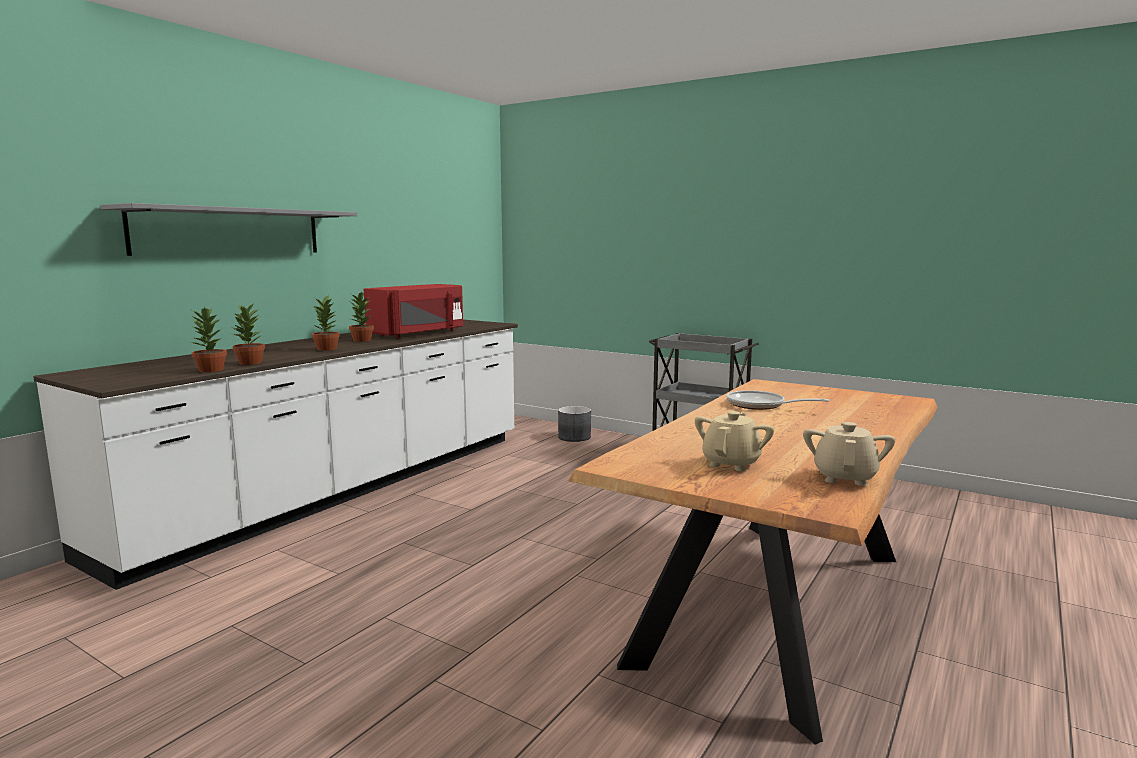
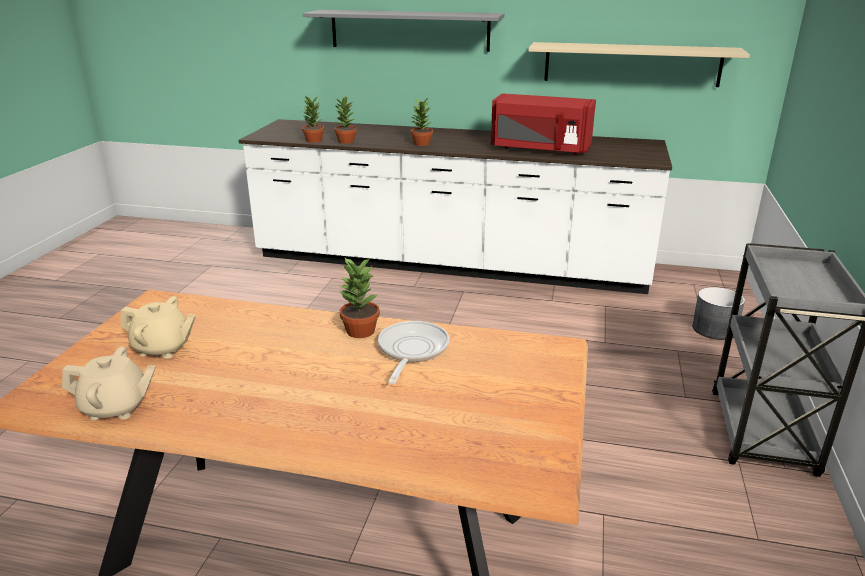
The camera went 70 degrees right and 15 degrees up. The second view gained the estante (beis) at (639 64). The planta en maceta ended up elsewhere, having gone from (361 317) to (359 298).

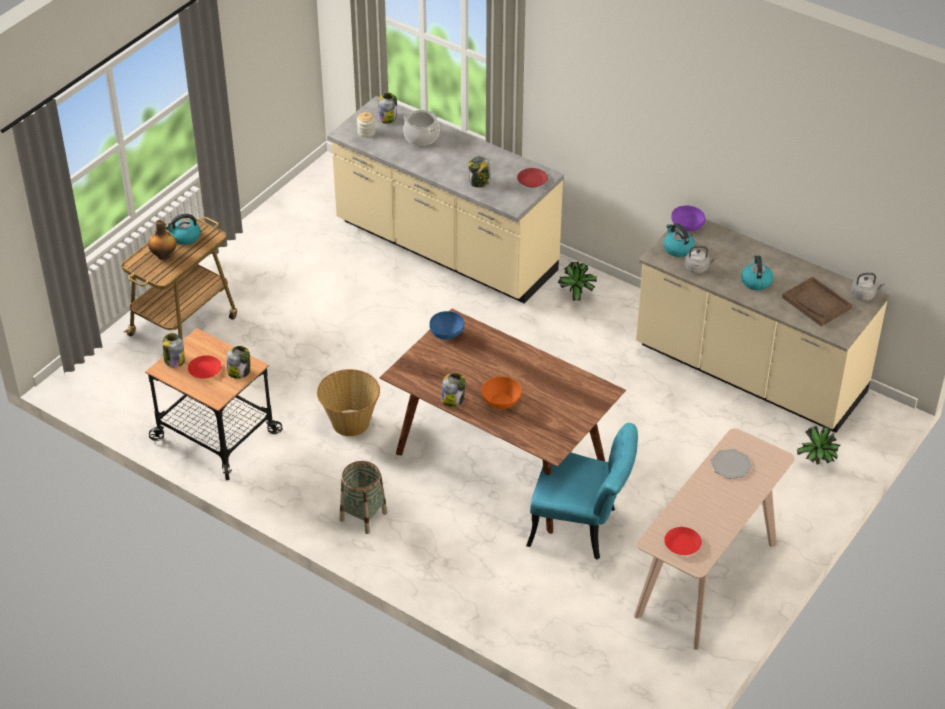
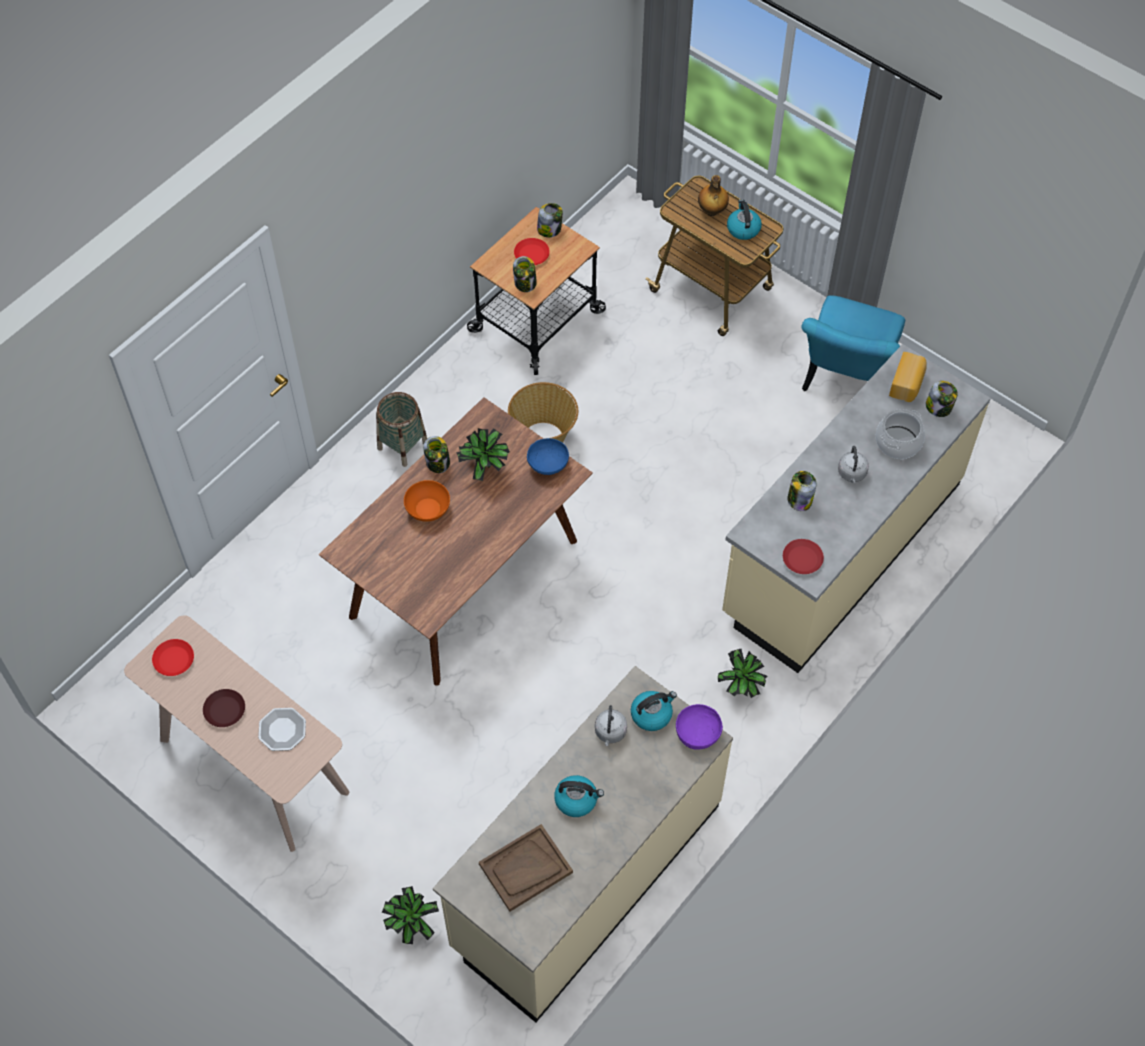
The camera went 95 degrees right and 15 degrees up. The second view gained the plato (marrón) at (224 708). The second view gained the planta en maceta at (483 454). The silla (turquesa) ended up elsewhere, having gone from (582 491) to (853 343). The hervidor (gris) ended up elsewhere, having gone from (868 287) to (853 464). Where the tarro stood at (366 125), the pan came to stand at (908 377).

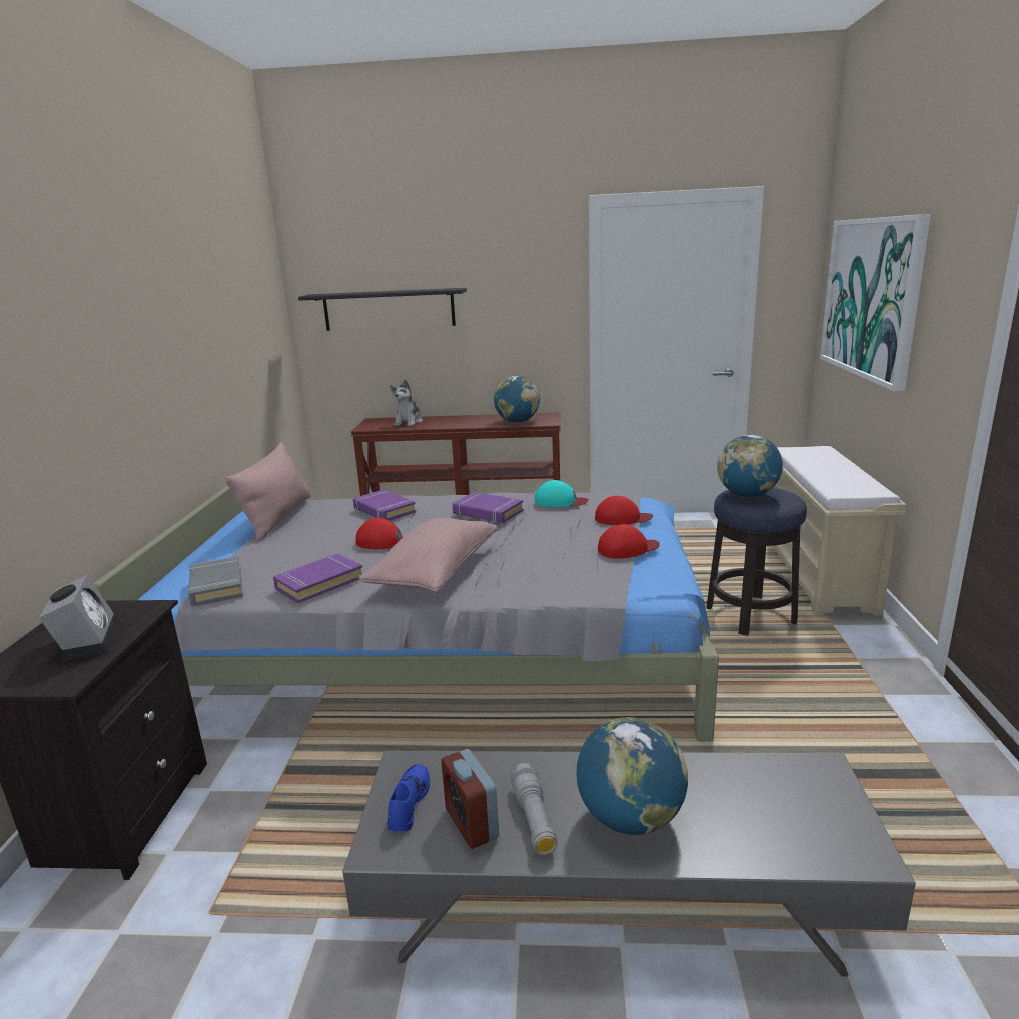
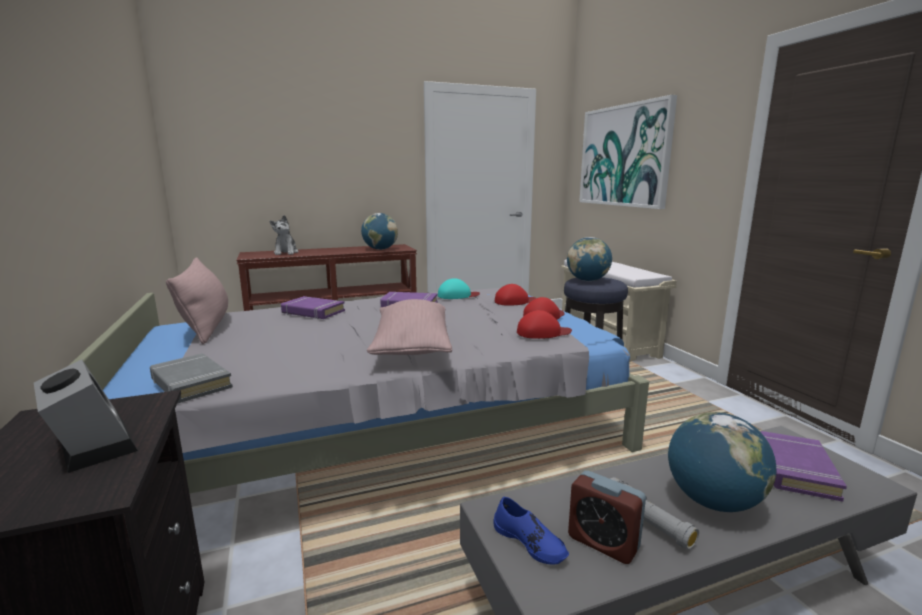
The camera went 25 degrees left and 5 degrees down. The second view lost the estante (negro) at (382 309). The libro (morado) ended up elsewhere, having gone from (317 578) to (804 466). The gorra (rojo) ended up elsewhere, having gone from (379 533) to (544 324). The zapato (azul) at (408 797) ended up facing another way, 150 degrees clockwise from before.

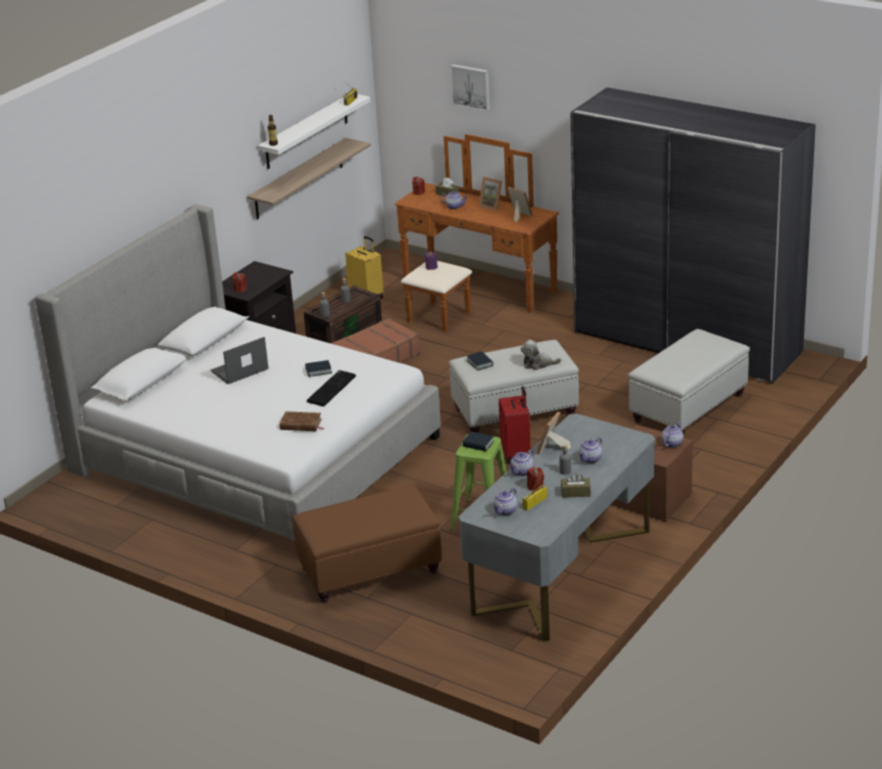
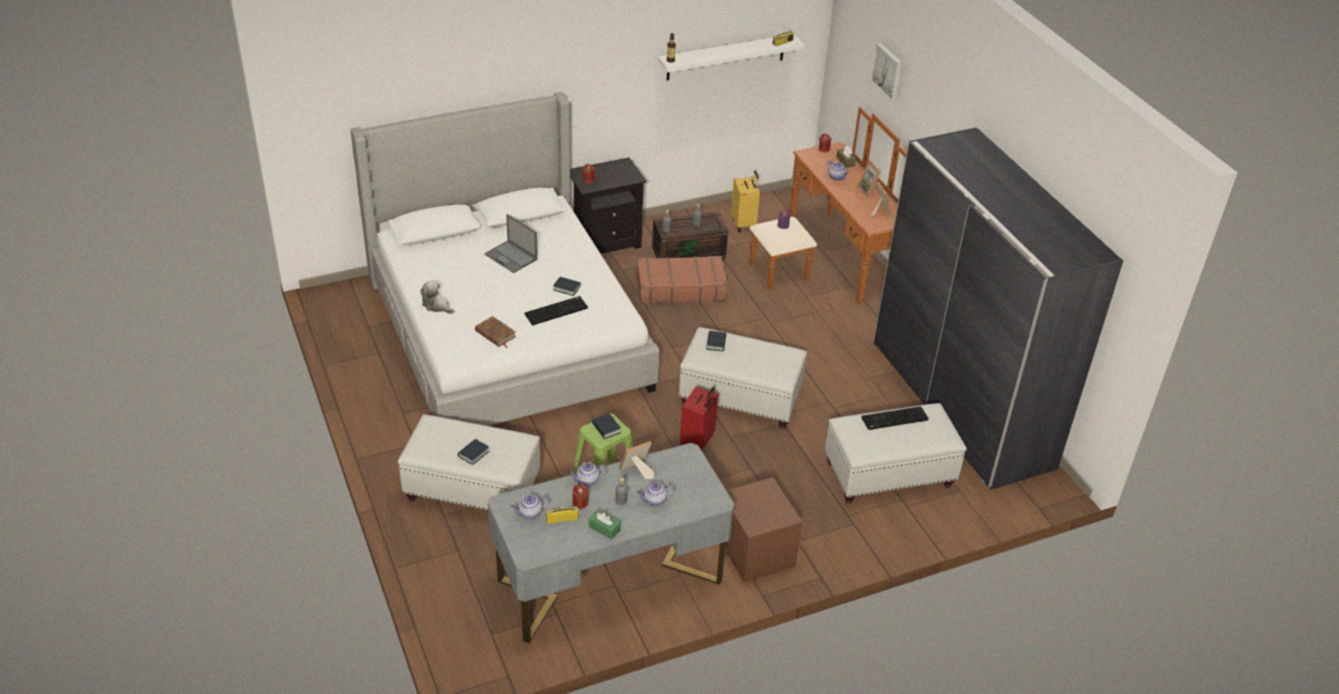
The camera went 30 degrees right and 10 degrees up. The second view lost the estante at (309 178). The second view lost the tetera at (672 435). The second view gained the libro at (474 452). The second view gained the teclado at (895 418). The peluche ended up elsewhere, having gone from (541 355) to (437 297). What was the puf (marrón) at (367 544) turned into the puf (blanco) at (469 462). What was the caja de pañuelos (marrón) at (576 485) turned into the caja de pañuelos (verde) at (605 525). The portátil at (240 360) ended up facing another way, 135 degrees counterclockwise from before.

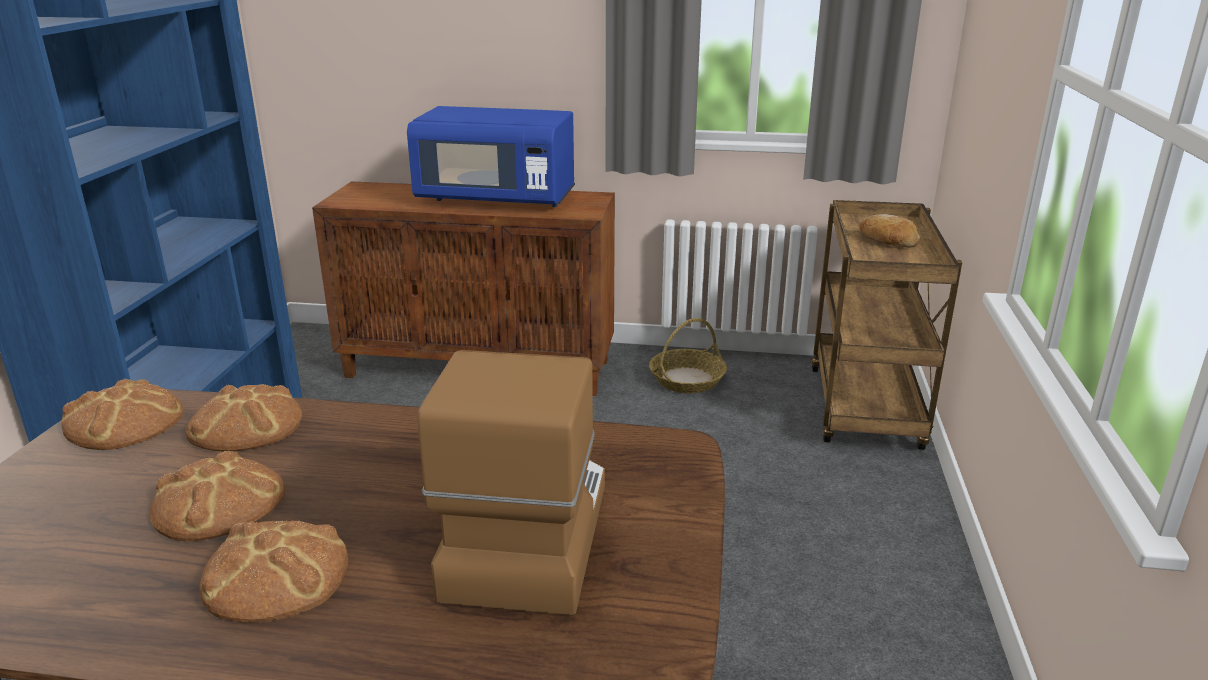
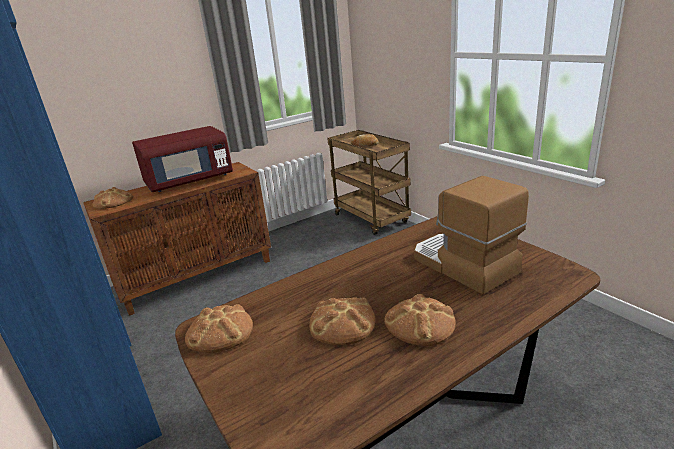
The camera went 40 degrees left and 0 degrees up. The second view lost the cesta at (688 355). The pan ended up elsewhere, having gone from (243 418) to (112 198). What was the microondas (azul) at (491 156) turned into the microondas (rojo) at (182 159).

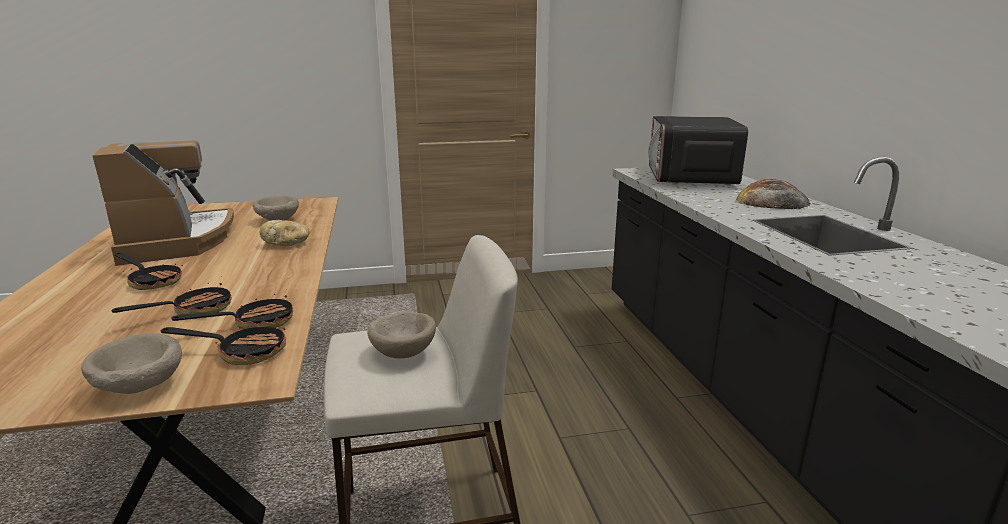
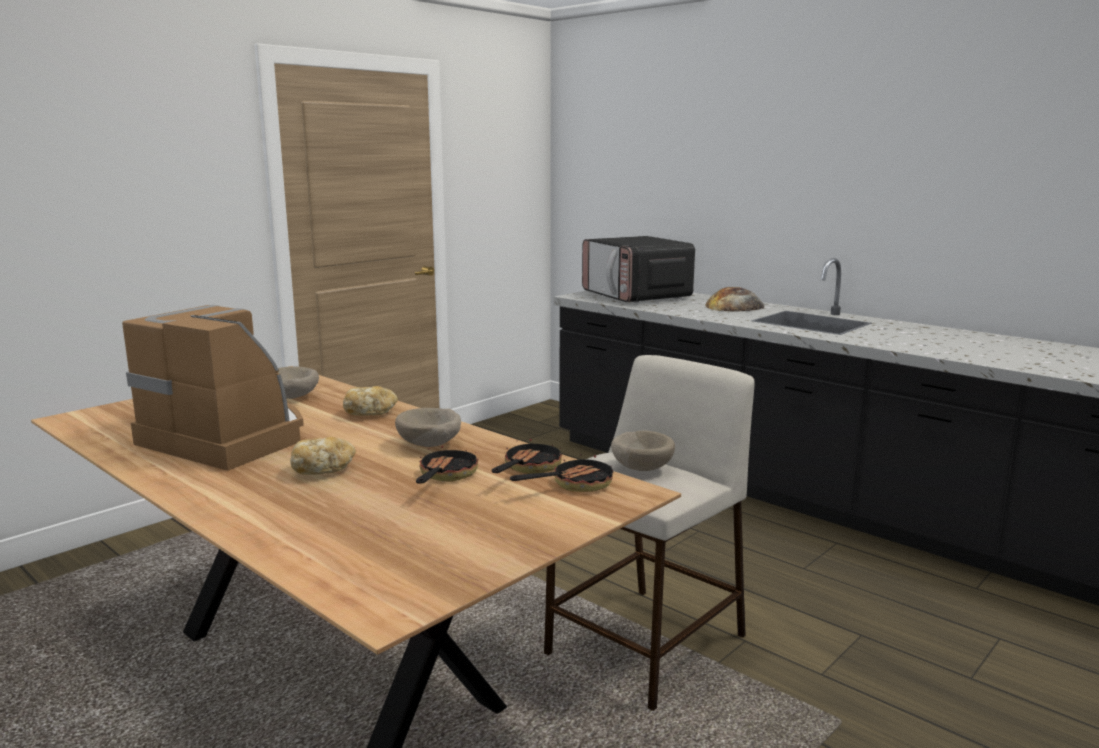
The camera went 35 degrees left and 5 degrees down. The cuenco (beis) ended up elsewhere, having gone from (131 363) to (428 427). Where the sartén stood at (149 271), the pan came to stand at (323 456).

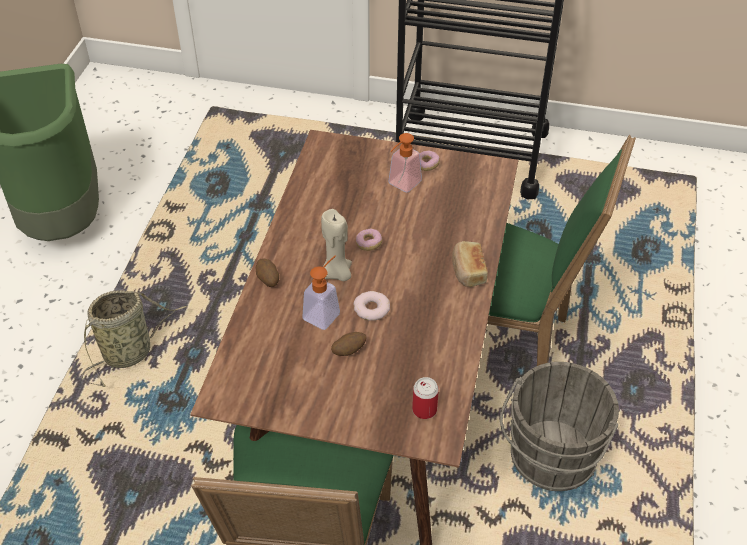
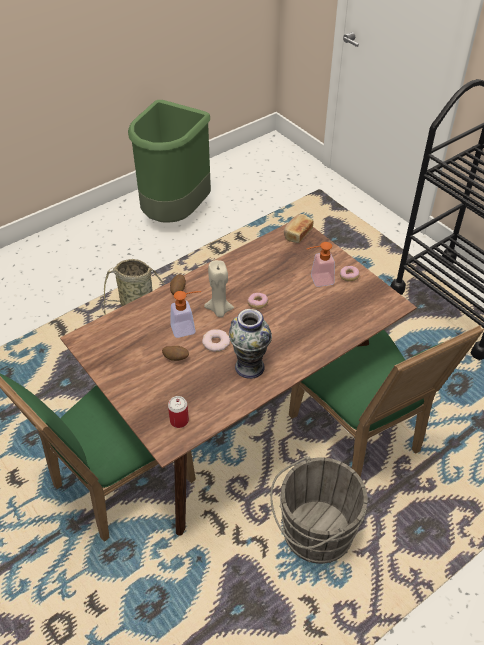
The camera went 40 degrees right and 0 degrees up. The second view gained the florero at (250 344). The pan ended up elsewhere, having gone from (470 264) to (298 228).

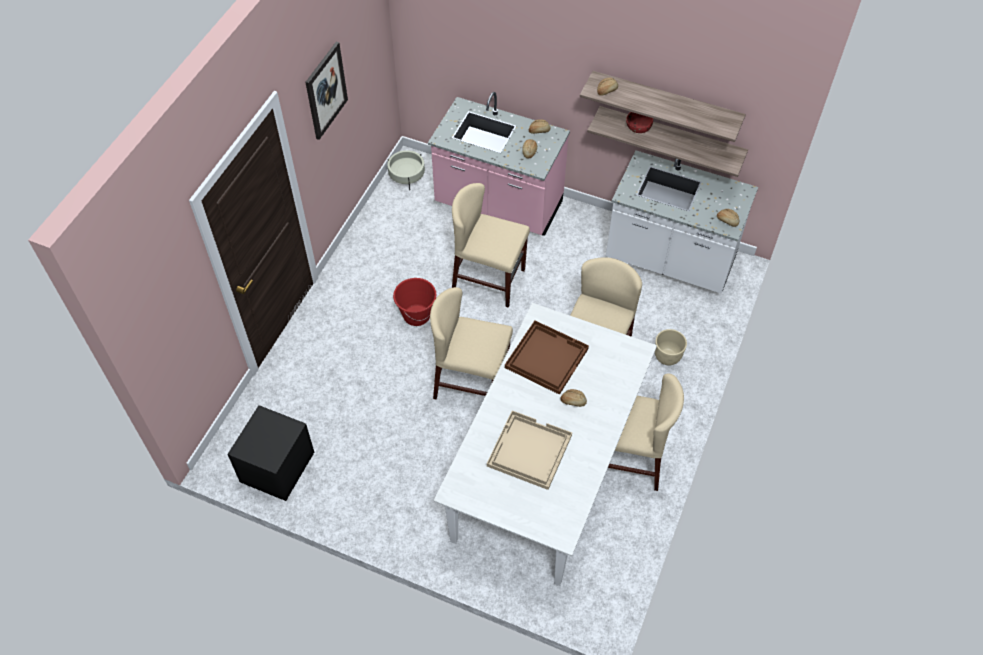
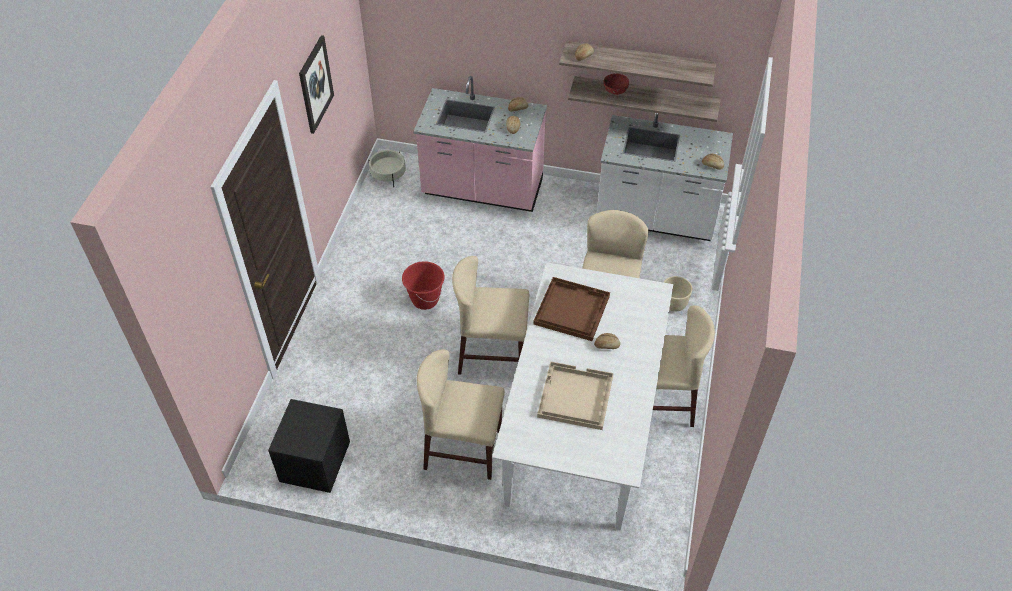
The camera went 10 degrees left and 5 degrees down. The silla (beis) ended up elsewhere, having gone from (491 245) to (461 414).

